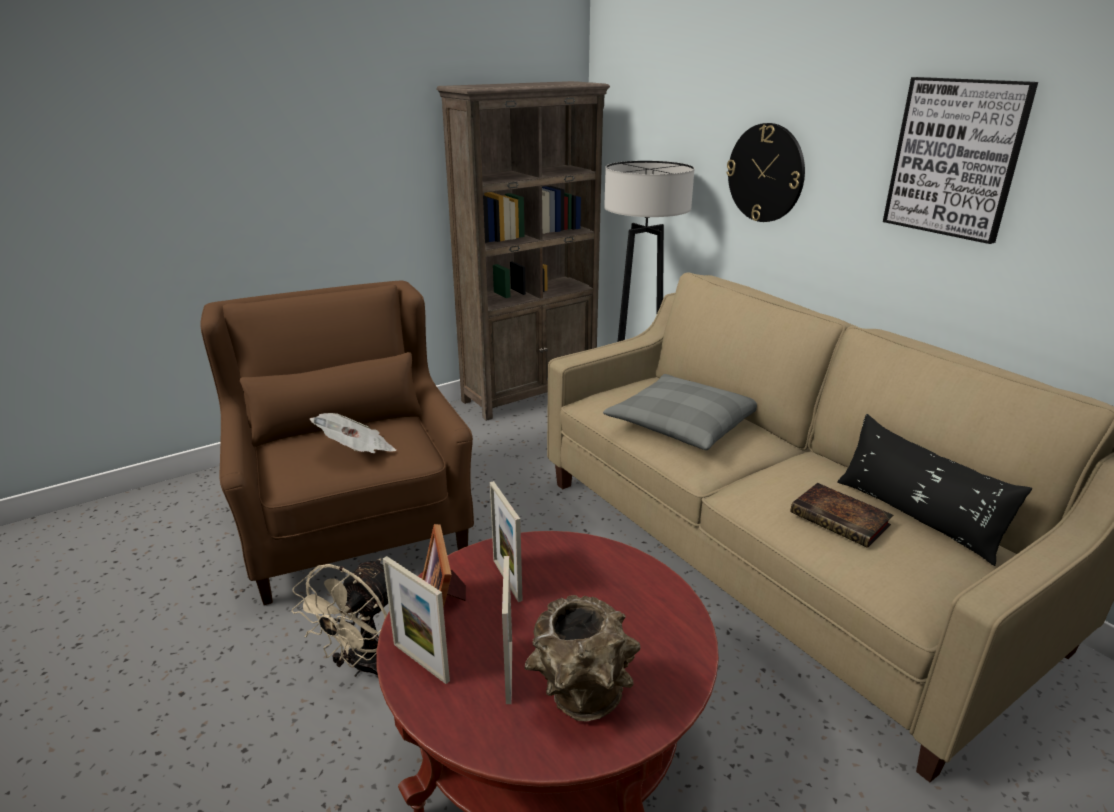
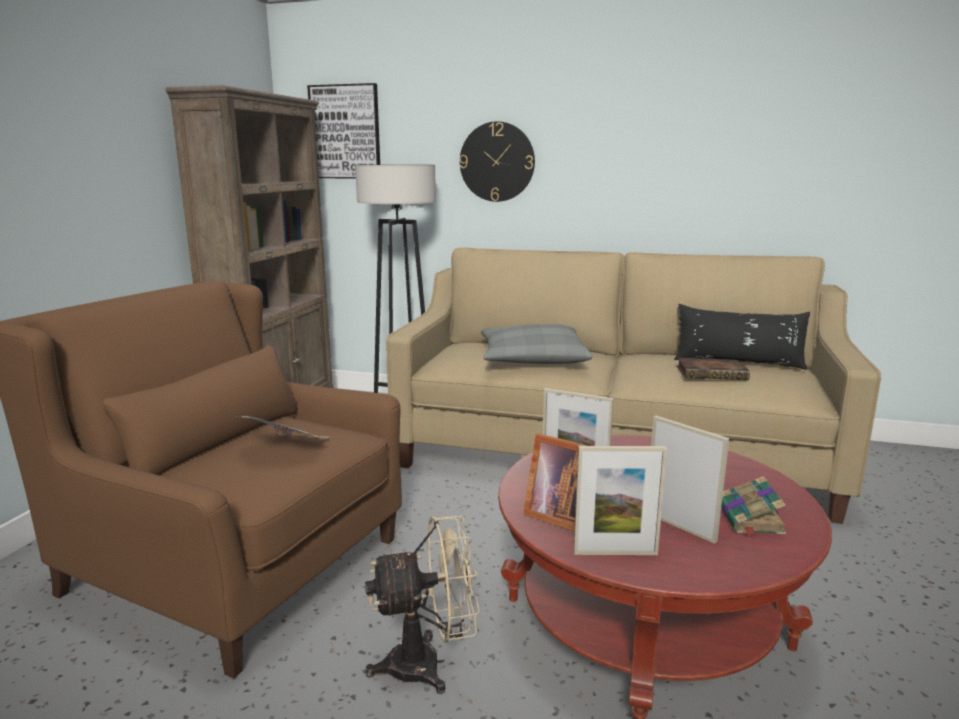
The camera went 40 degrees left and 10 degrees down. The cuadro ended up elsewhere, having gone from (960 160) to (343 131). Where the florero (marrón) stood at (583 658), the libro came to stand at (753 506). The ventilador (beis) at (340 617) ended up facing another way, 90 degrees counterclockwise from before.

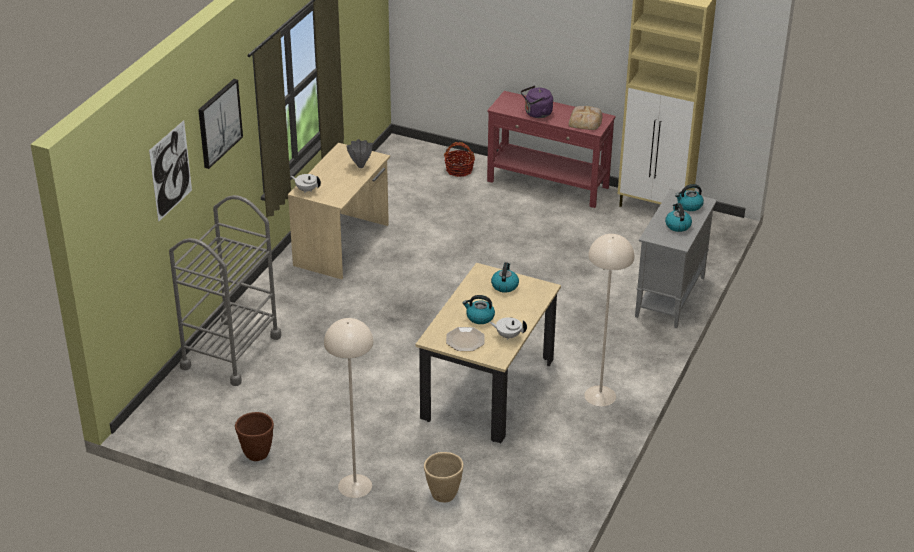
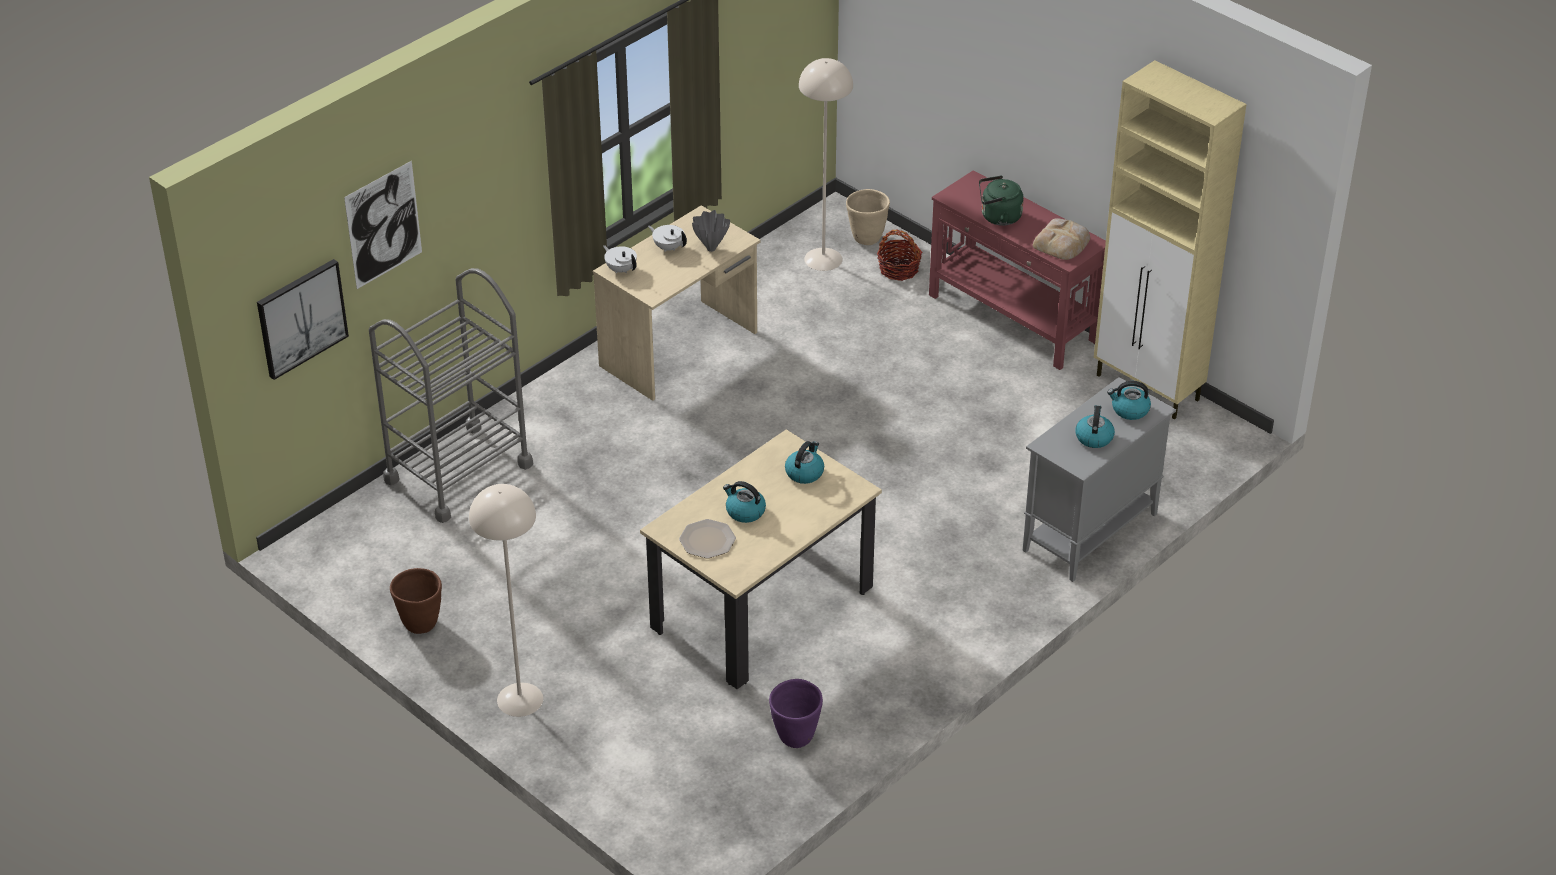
The camera went 20 degrees right and 5 degrees up. The second view gained the maceta (morado) at (796 713). The cuadro ended up elsewhere, having gone from (220 124) to (303 319). The maceta (beis) ended up elsewhere, having gone from (443 477) to (868 217). The tetera (blanco) ended up elsewhere, having gone from (508 328) to (667 238). The lámpara de pie (beis) ended up elsewhere, having gone from (609 320) to (826 164). What was the hervidor (morado) at (537 102) turned into the hervidor (verde) at (1001 200).

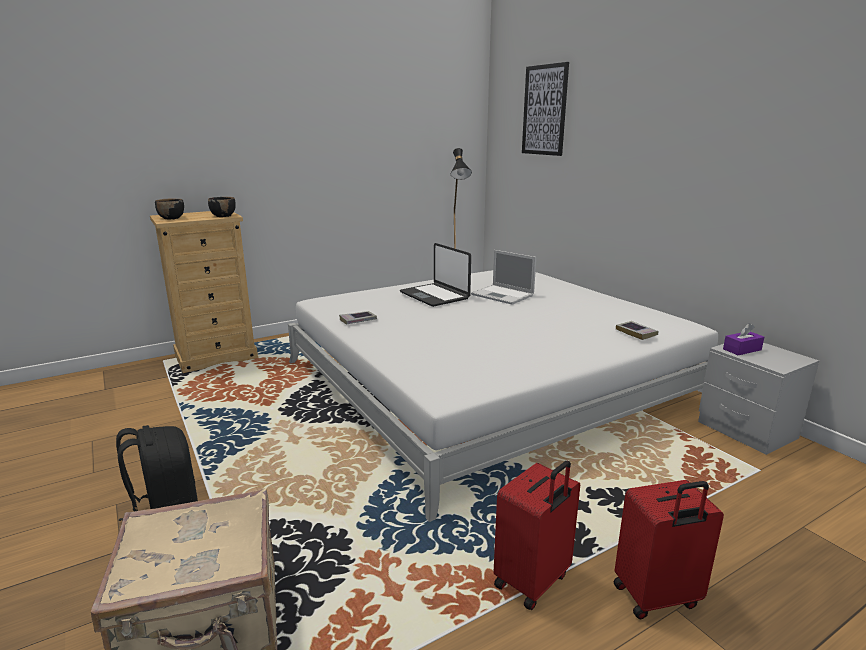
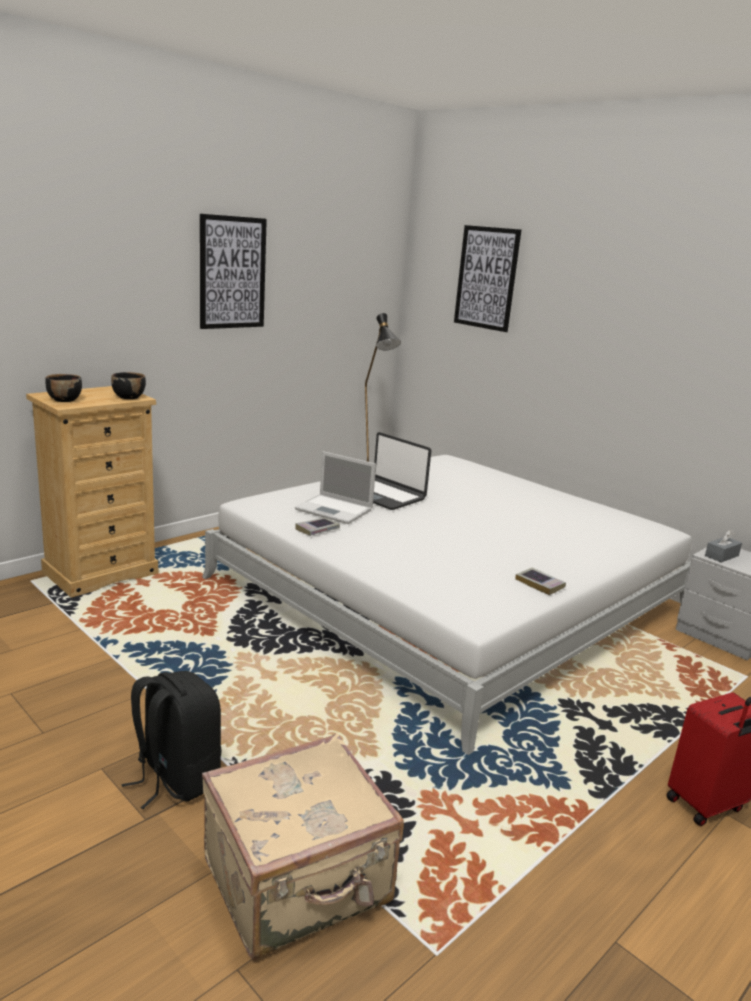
The camera went 15 degrees left and 0 degrees up. The second view lost the maleta (rojo) at (536 535). The second view gained the cuadro at (233 271). The portátil ended up elsewhere, having gone from (503 277) to (335 487). The libro ended up elsewhere, having gone from (637 330) to (540 581). What was the caja de pañuelos (morado) at (743 339) turned into the caja de pañuelos (gris) at (723 546).

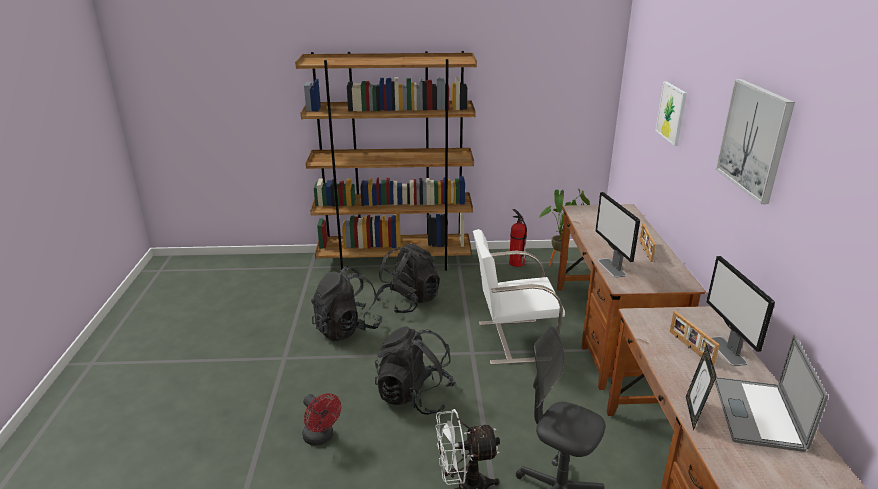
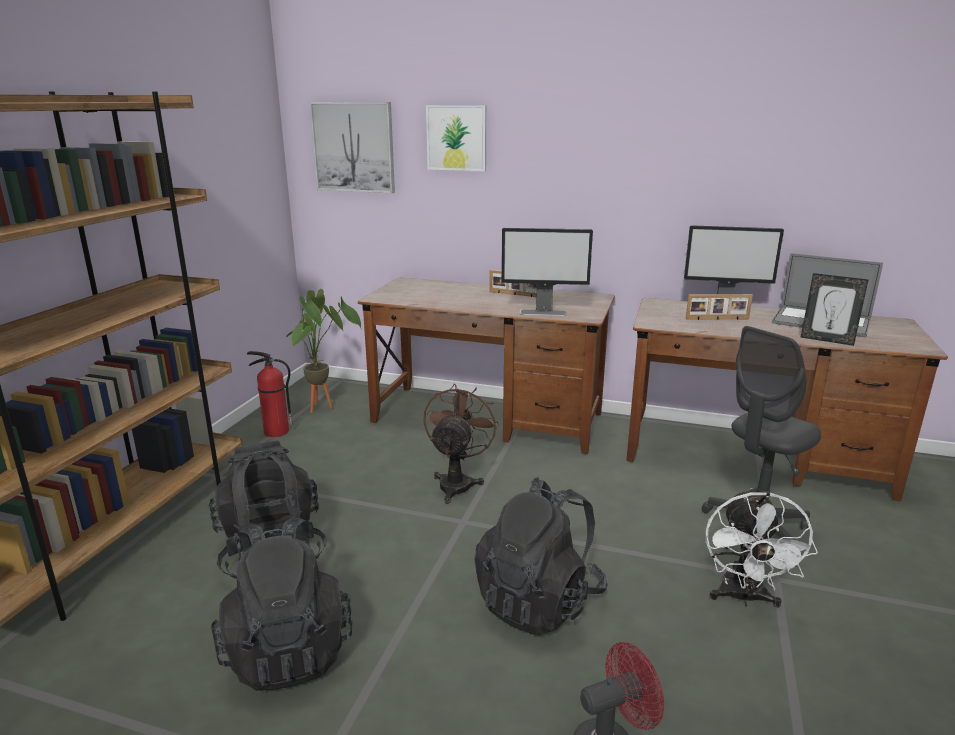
The camera went 70 degrees left and 5 degrees down. The cuadro ended up elsewhere, having gone from (755 141) to (352 147). Where the silla (blanco) stood at (519 297), the ventilador (marrón) came to stand at (461 444).

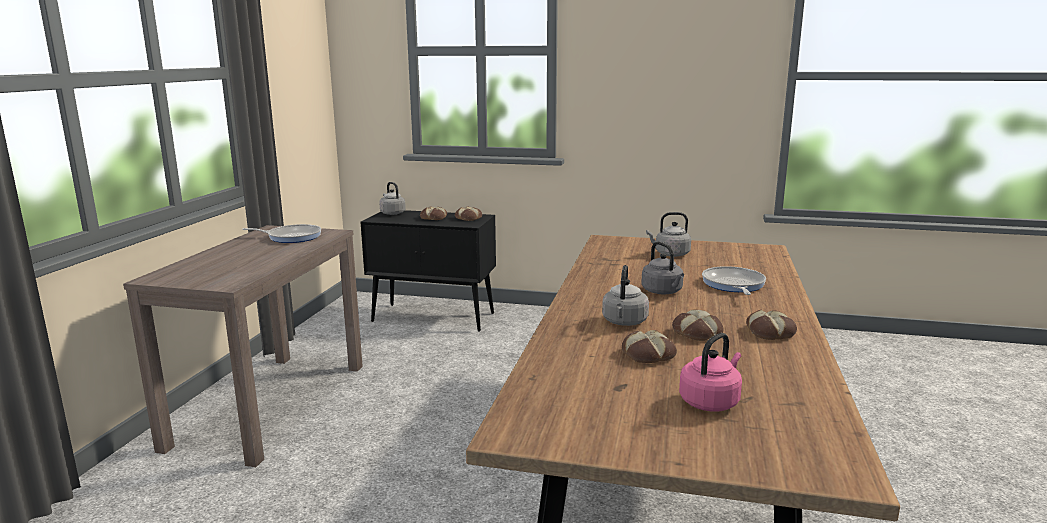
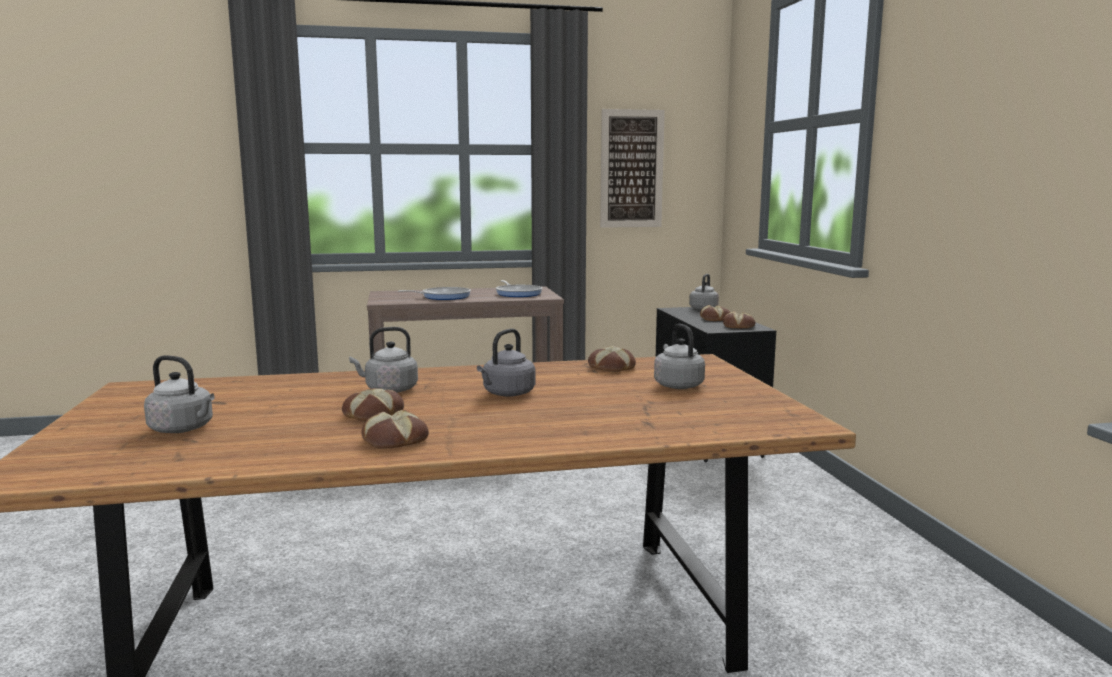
The camera went 65 degrees right and 5 degrees down. The second view gained the cuadro at (632 168). The pan ended up elsewhere, having gone from (649 346) to (612 359). The sartén ended up elsewhere, having gone from (734 280) to (434 293). What was the hervidor (rosa) at (710 372) turned into the hervidor (gris) at (179 394).

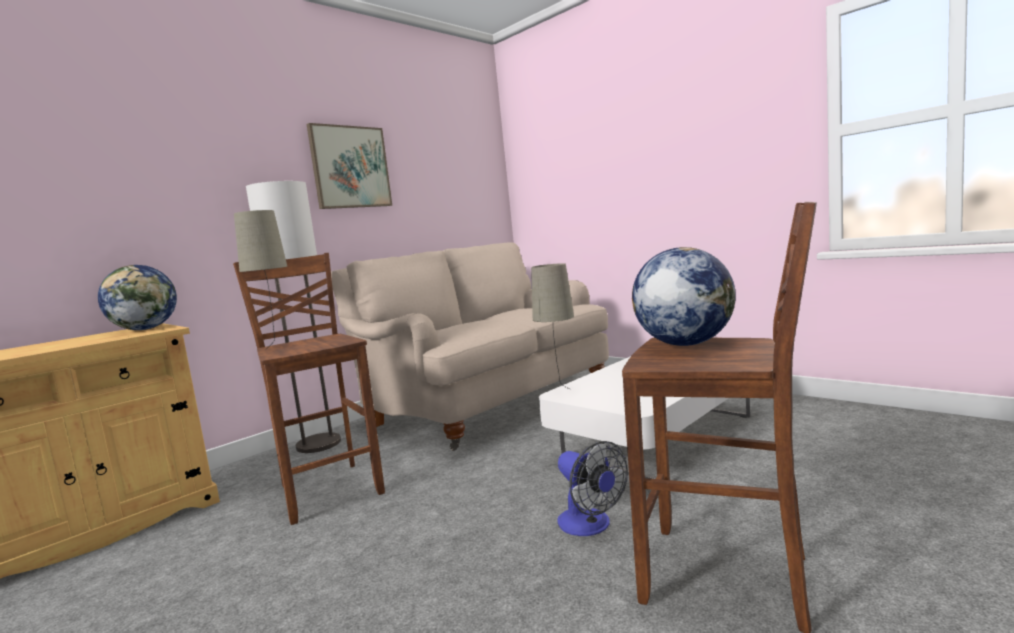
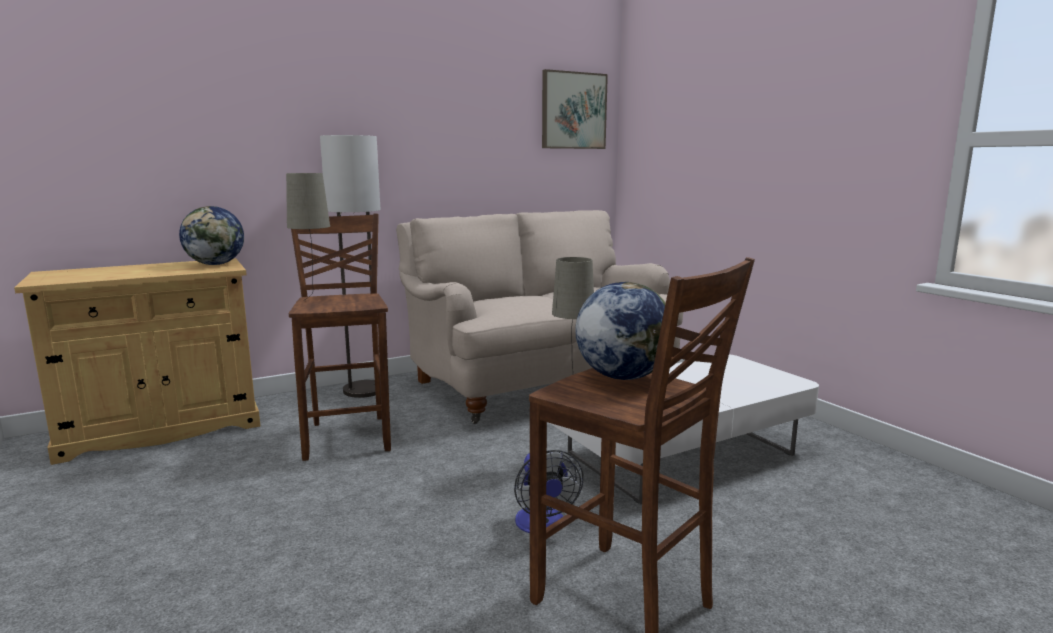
The camera went 15 degrees right and 5 degrees up. The cuadro ended up elsewhere, having gone from (349 166) to (575 109).

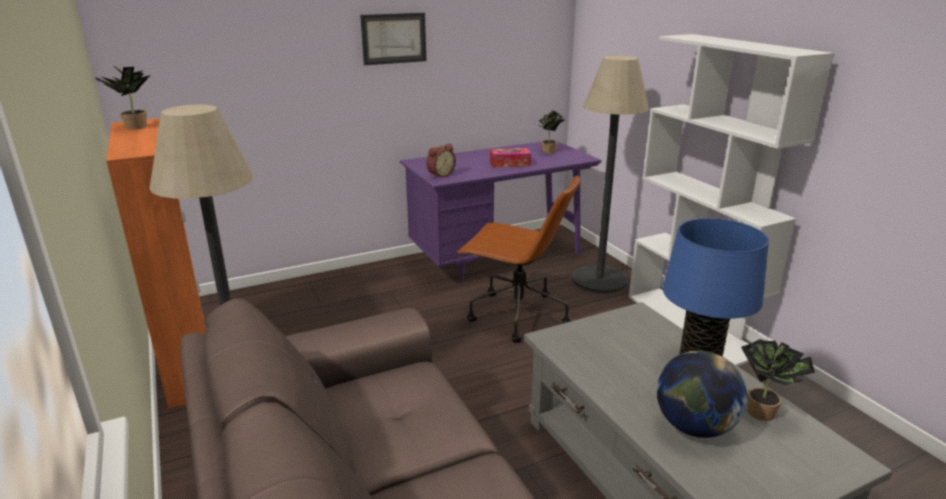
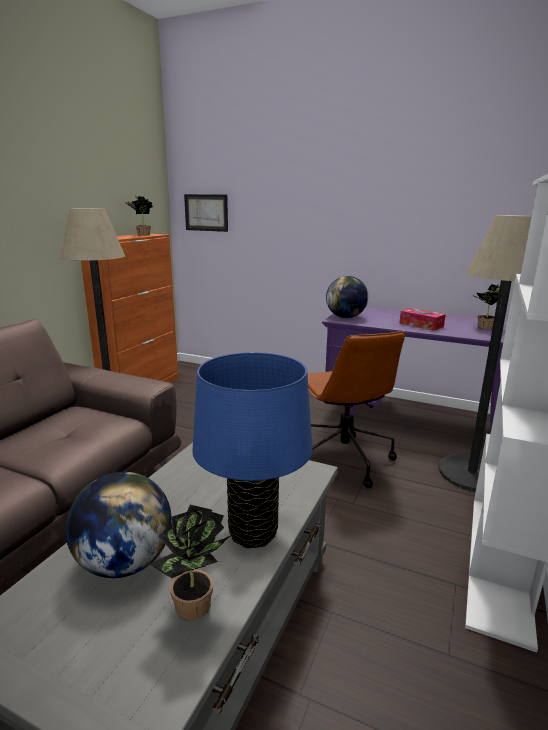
The camera went 50 degrees right and 5 degrees down. The cuadro ended up elsewhere, having gone from (393 39) to (206 213). Where the despertador stood at (441 160), the globo terráqueo came to stand at (347 297).

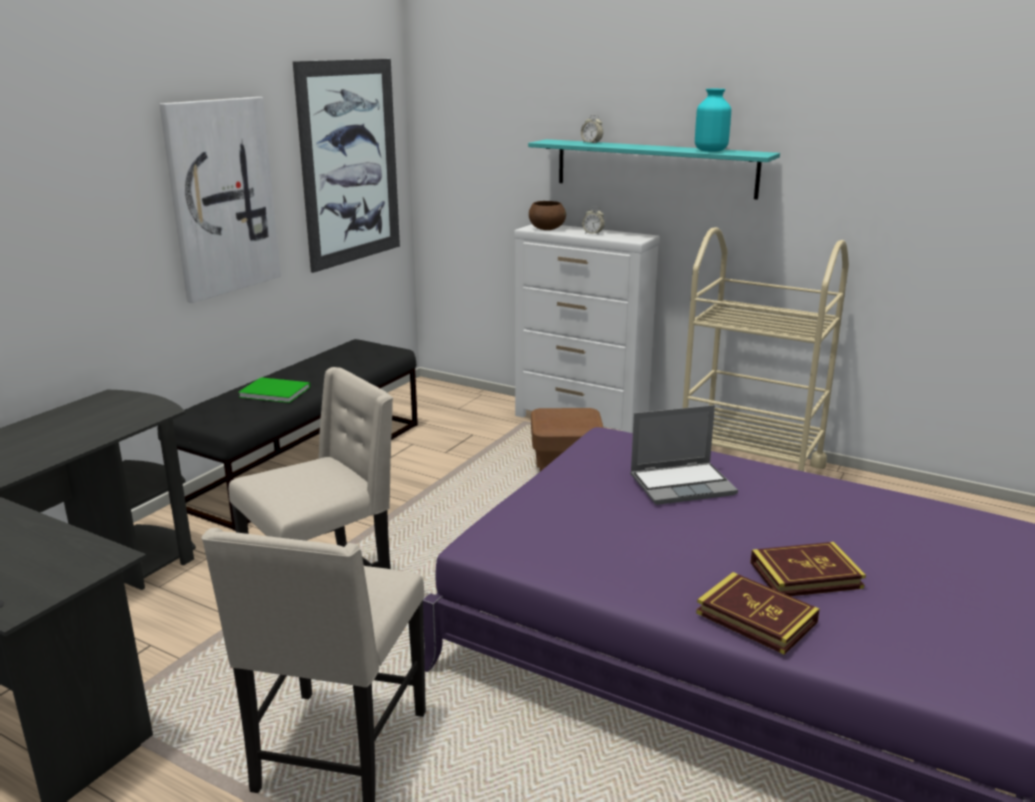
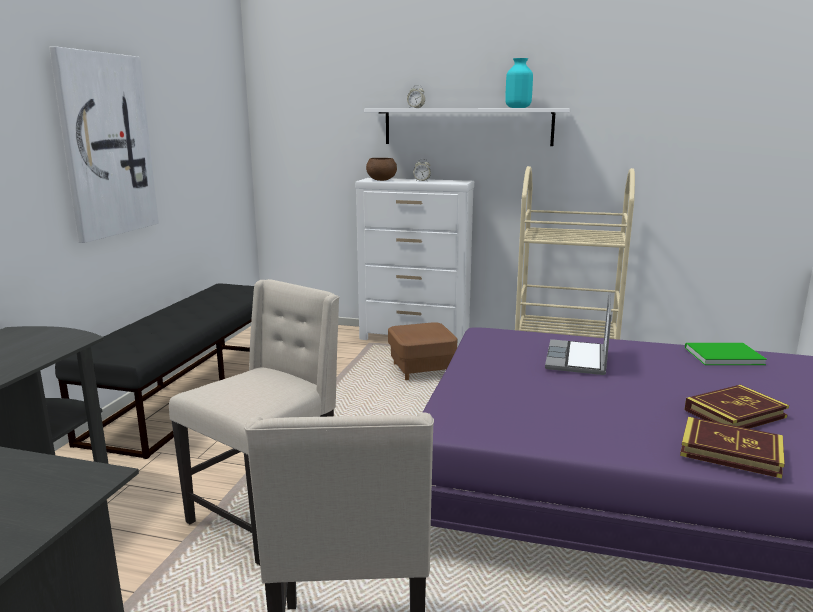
The camera went 15 degrees left and 5 degrees down. The second view lost the cuadro at (346 166). The libro (verde) ended up elsewhere, having gone from (274 390) to (726 354). What was the estante (turquesa) at (654 169) turned into the estante (blanco) at (467 127). The portátil at (684 455) ended up facing another way, 135 degrees clockwise from before.

